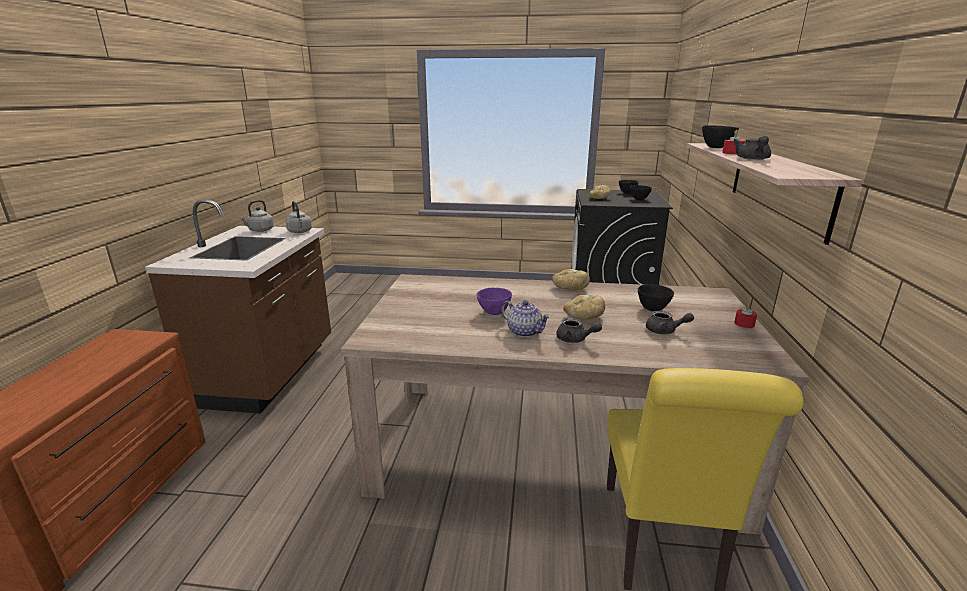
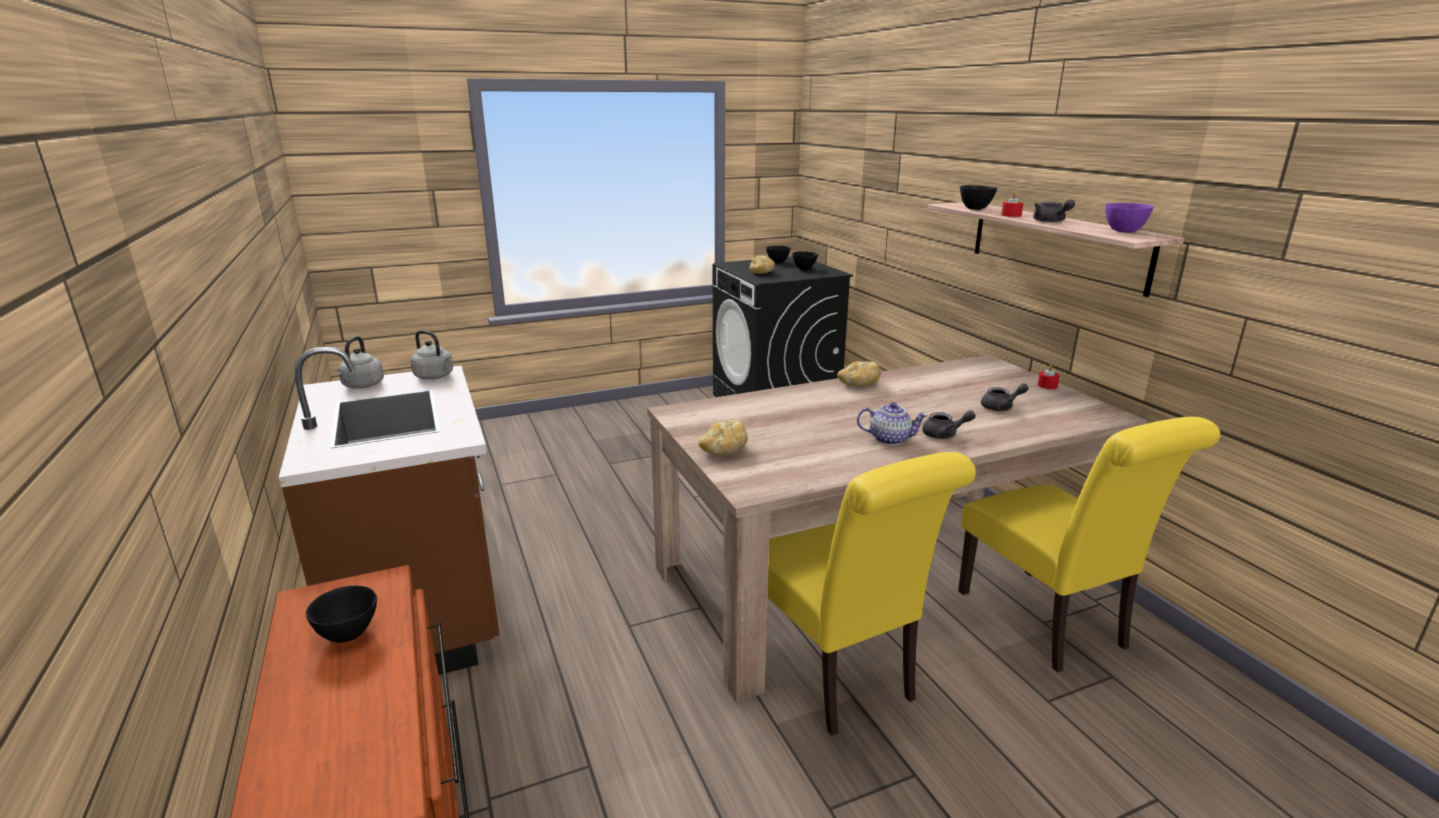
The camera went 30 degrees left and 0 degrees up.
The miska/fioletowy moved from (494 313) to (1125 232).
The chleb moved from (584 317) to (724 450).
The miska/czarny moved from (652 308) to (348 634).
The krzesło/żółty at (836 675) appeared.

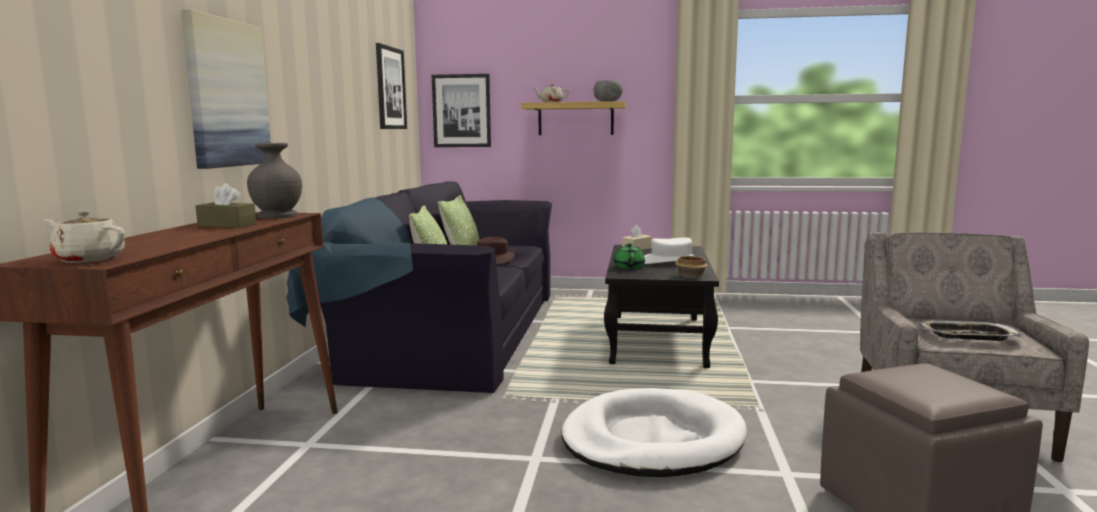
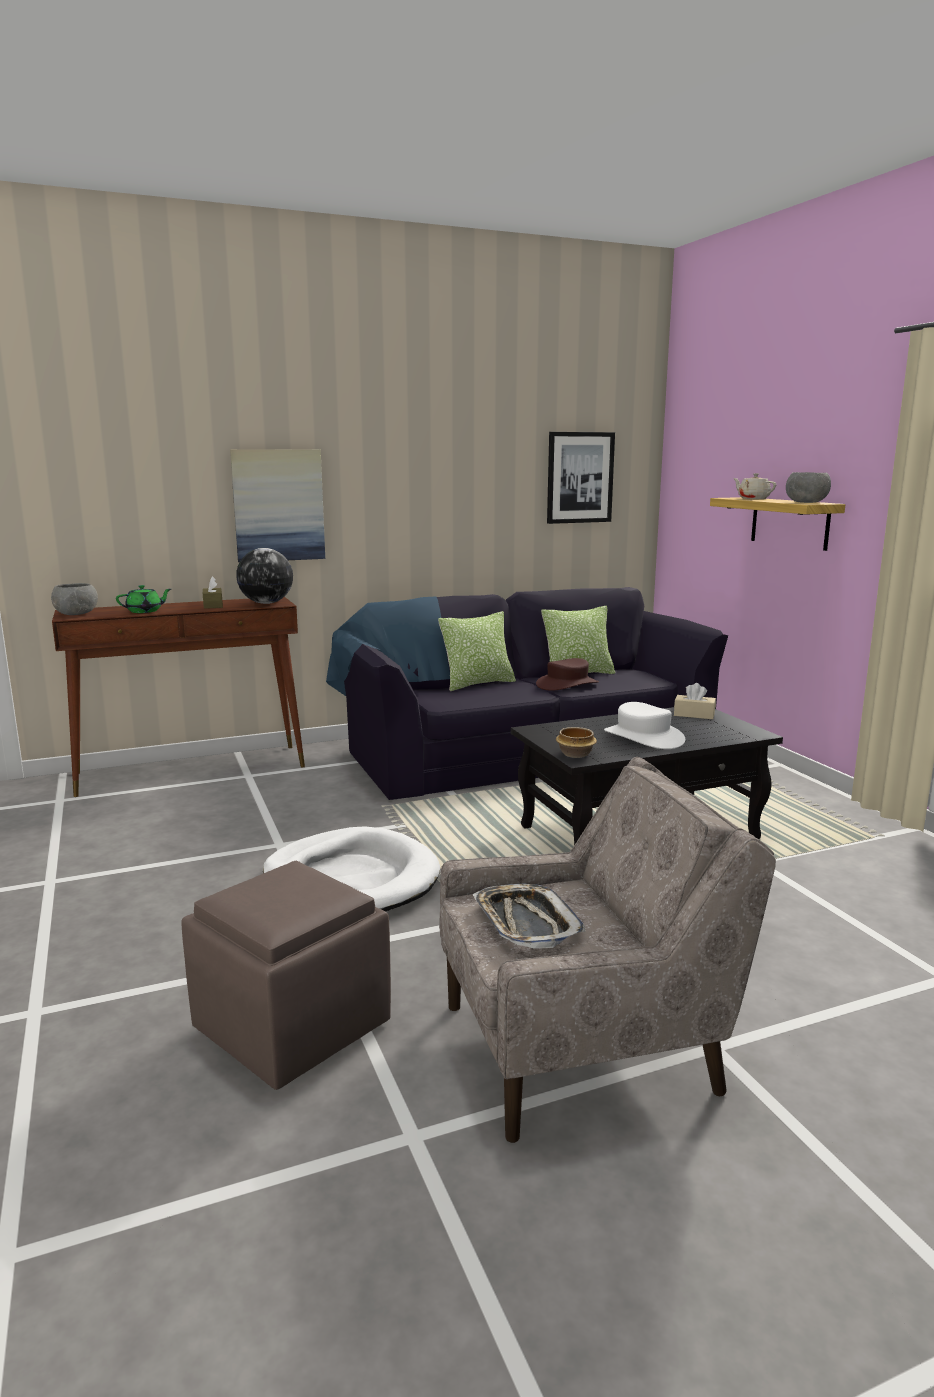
The camera went 60 degrees right and 5 degrees up.
The imbryk/beżowy at (88 259) was replaced by the miska/szary at (76 614).
The wazon/szary at (276 216) was replaced by the globus at (266 603).
The obraz at (461 111) disappeared.
The imbryk/zielony moved from (629 267) to (145 611).

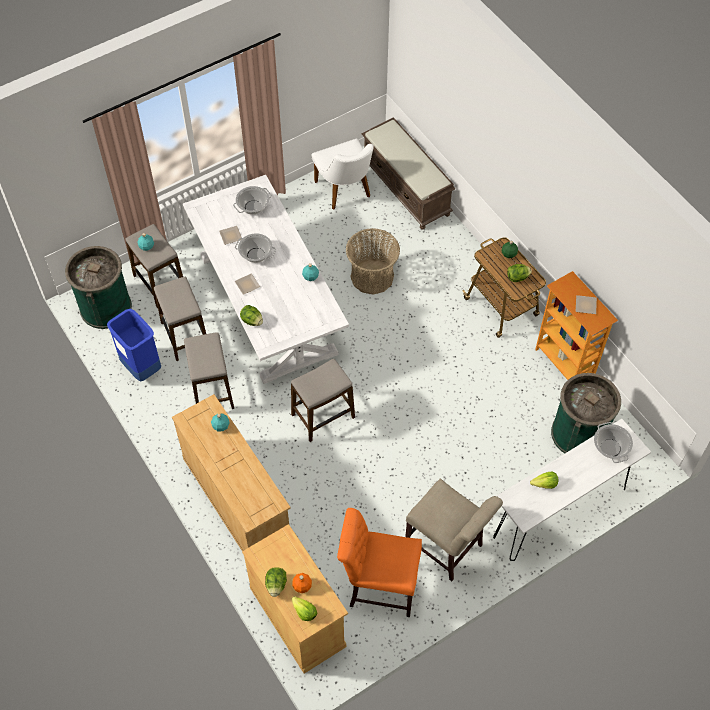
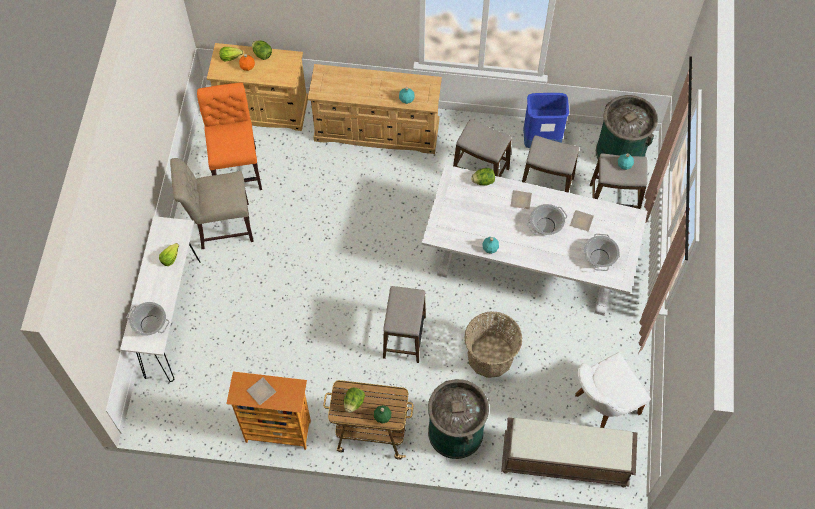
The camera went 130 degrees right and 5 degrees up.
The stołek moved from (323 416) to (404 337).
The krzesło/biały at (345 192) turned 45 degrees counterclockwise.
The krzesło/pomarańczowy at (379 586) turned 60 degrees counterclockwise.
The kosz na śmieci/zielony moved from (578 433) to (455 432).

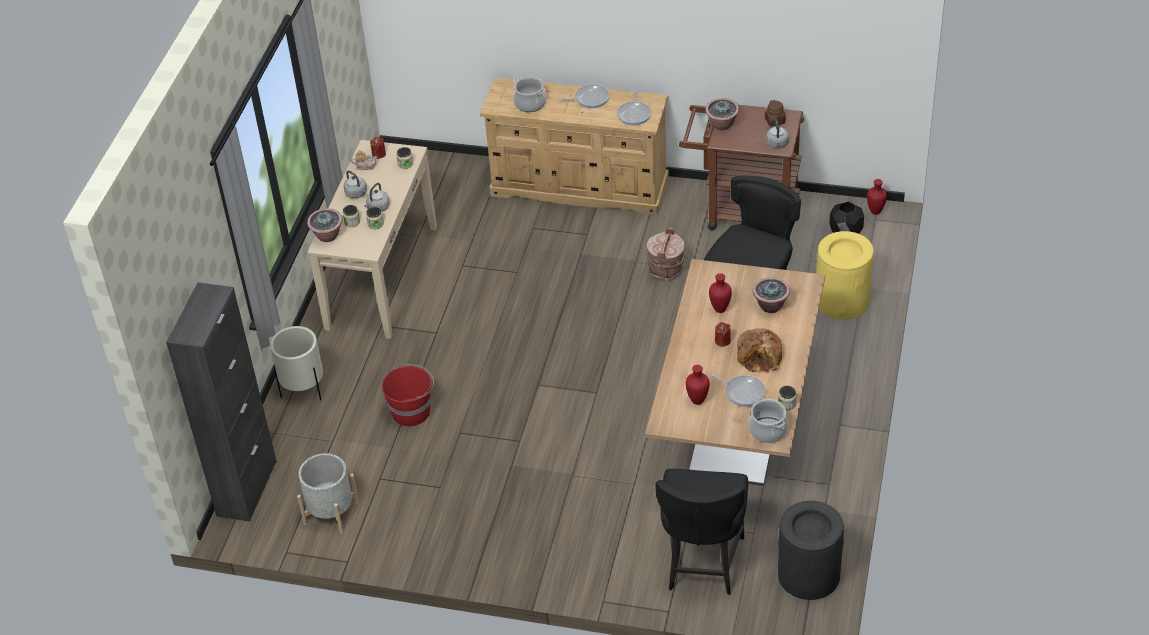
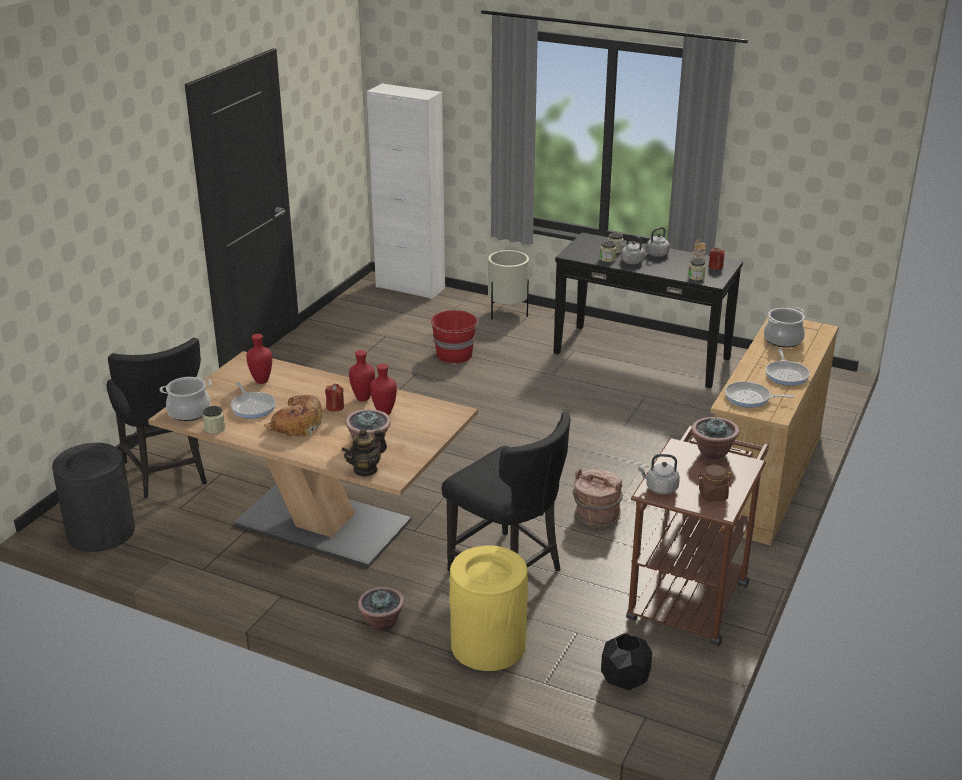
The camera went 100 degrees right and 15 degrees down.
The szafka/czarny at (247 488) became the szafka/biały at (410 287).
The donica/szary at (331 513) disappeared.
The stolik konsolowy/beżowy at (381 277) became the stolik konsolowy/czarny at (641 355).
The roślina doniczkowa moved from (327 236) to (382 623).
The krzesło/czarny at (702 564) turned 135 degrees counterclockwise.
The patelnia at (742 392) turned 75 degrees counterclockwise.
The wazon/czerwony moved from (875 212) to (362 398).
The imbryk at (365 470) appeared.

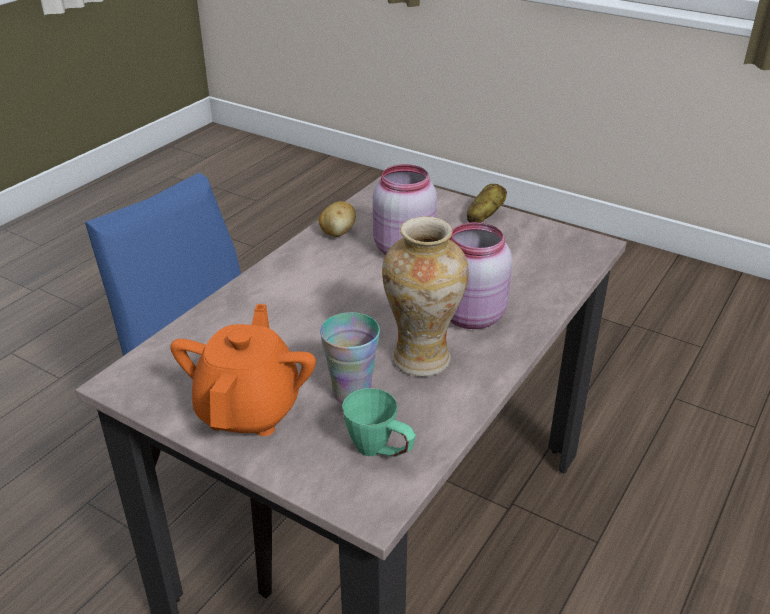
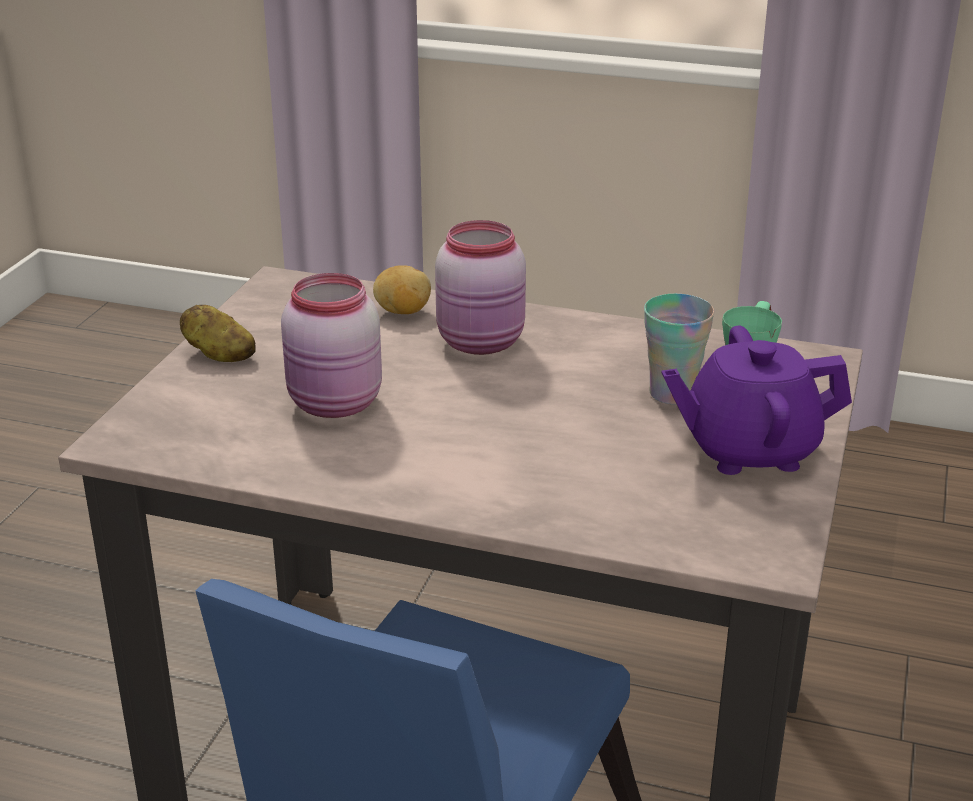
The camera went 105 degrees left and 5 degrees down.
The imbryk/pomarańczowy at (249 409) became the imbryk/fioletowy at (749 450).
The ziemniak moved from (338 233) to (402 312).
The wazon at (422 360) disappeared.

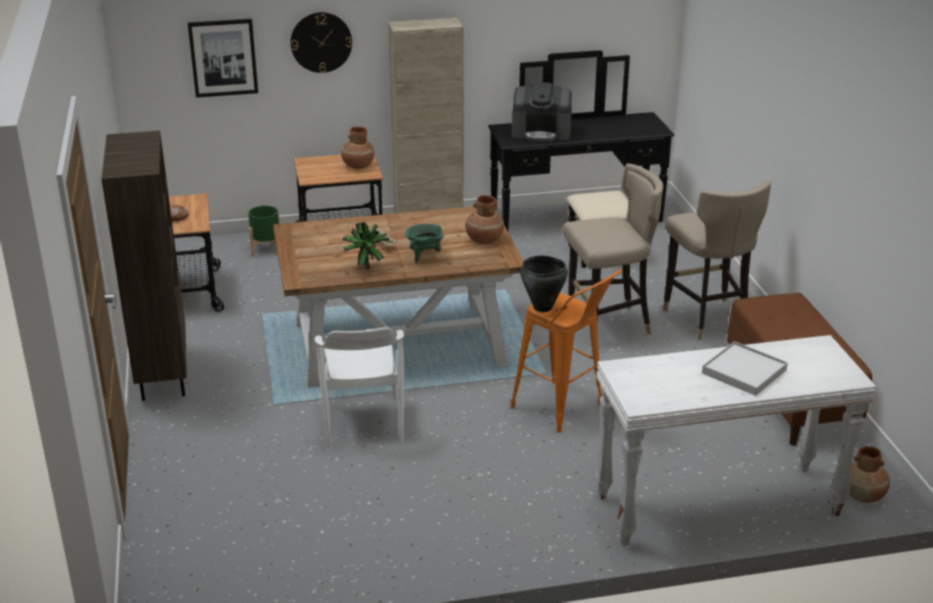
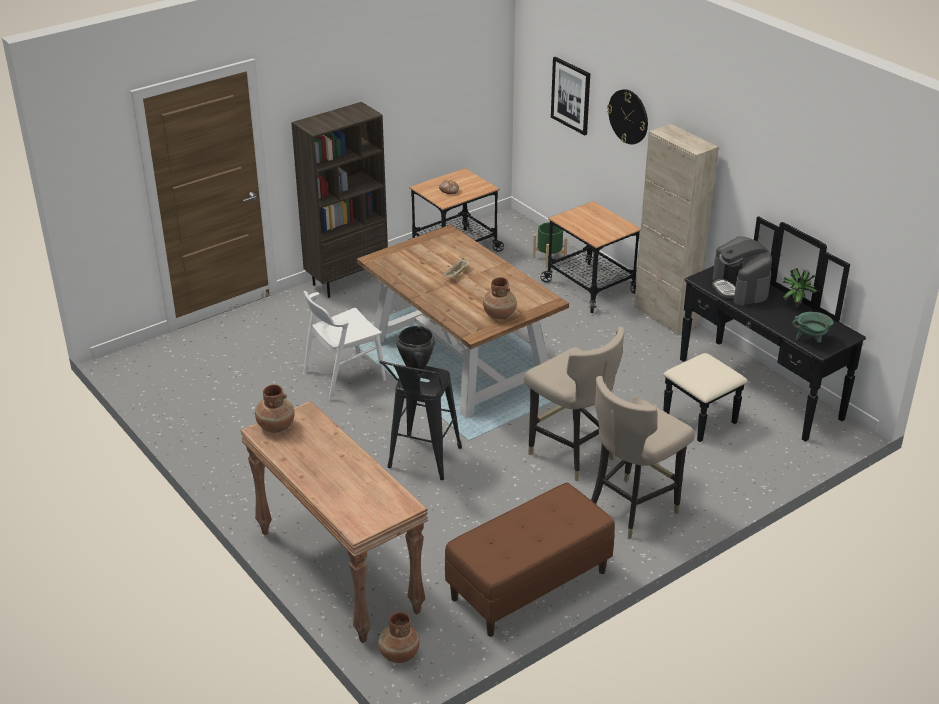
The camera went 65 degrees right and 5 degrees up.
The wazon/brązowy moved from (357 166) to (276 426).
The roślina doniczkowa moved from (365 267) to (797 304).
The garnek/zielony moved from (424 256) to (811 340).
The stołek/pomarańczowy at (564 410) became the stołek/czarny at (421 462).
The stolik konsolowy/biały at (717 507) became the stolik konsolowy/brązowy at (336 571).
The taca/biały at (744 371) disappeared.

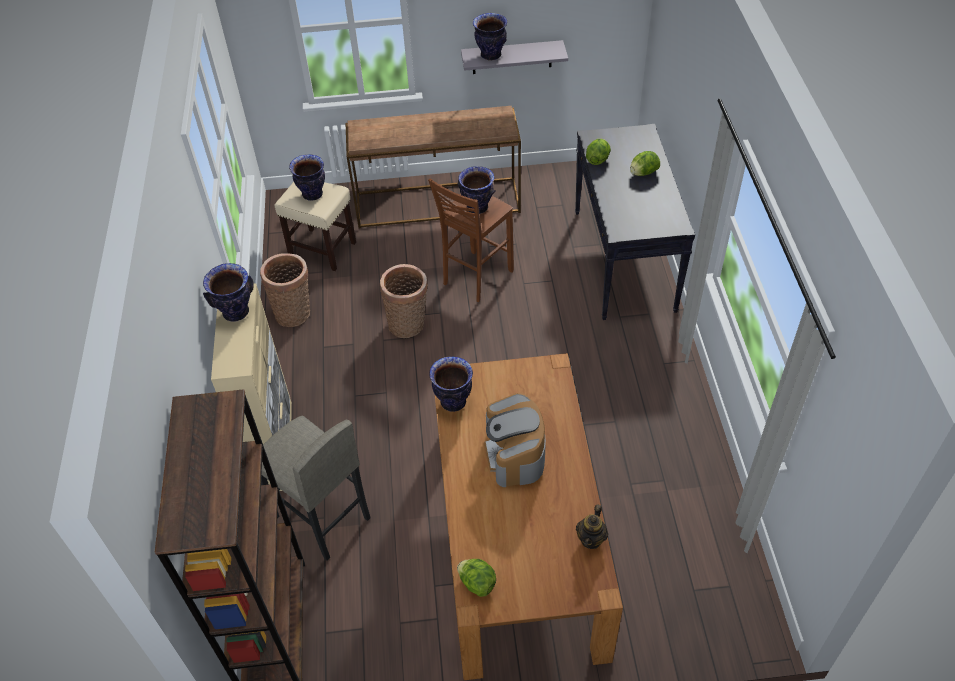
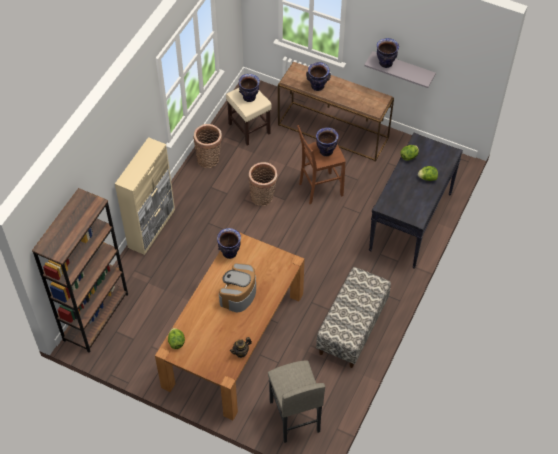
The camera went 30 degrees right and 5 degrees up.
The wazon moved from (236 313) to (317 86).
The stołek/szary moved from (321 518) to (294 416).
The ławka at (352 328) appeared.

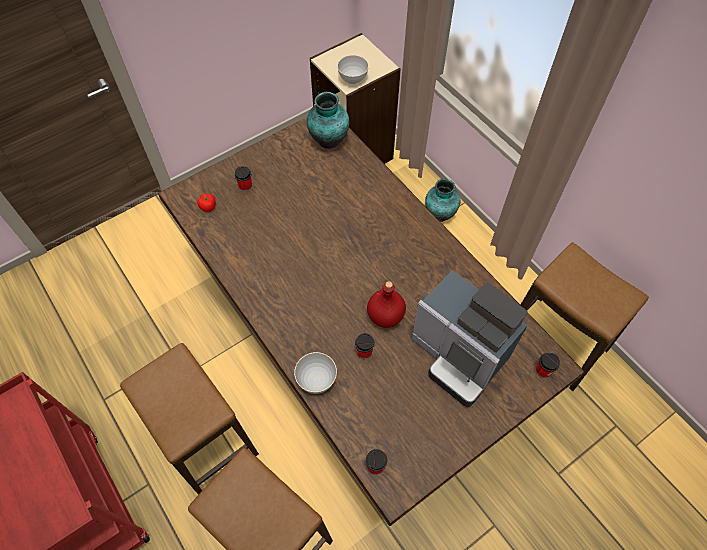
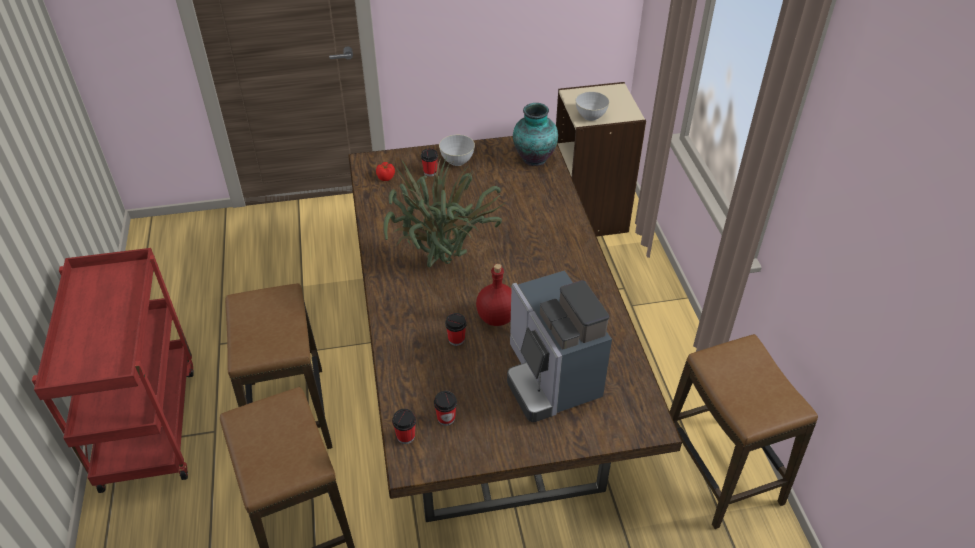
The camera went 25 degrees right and 15 degrees down.
The miska/szary moved from (316 380) to (457 161).
The wazon at (439 214) disappeared.
The filiżanka moved from (543 371) to (446 418).
The roślina doniczkowa at (442 266) appeared.

